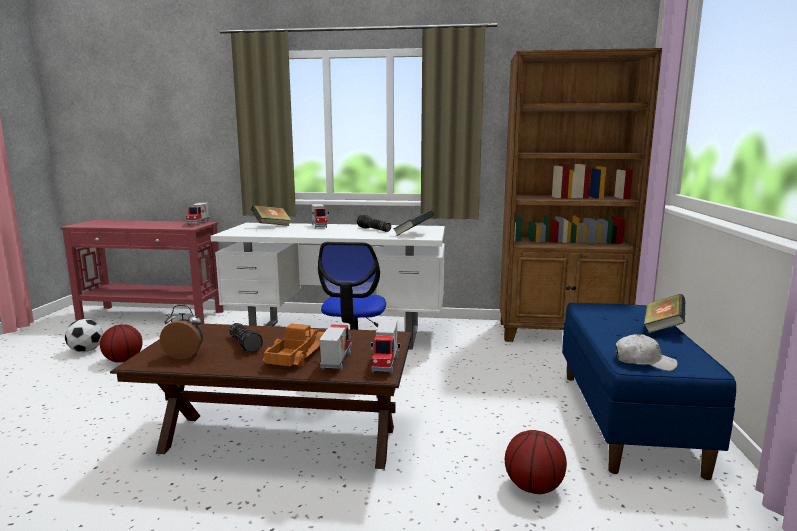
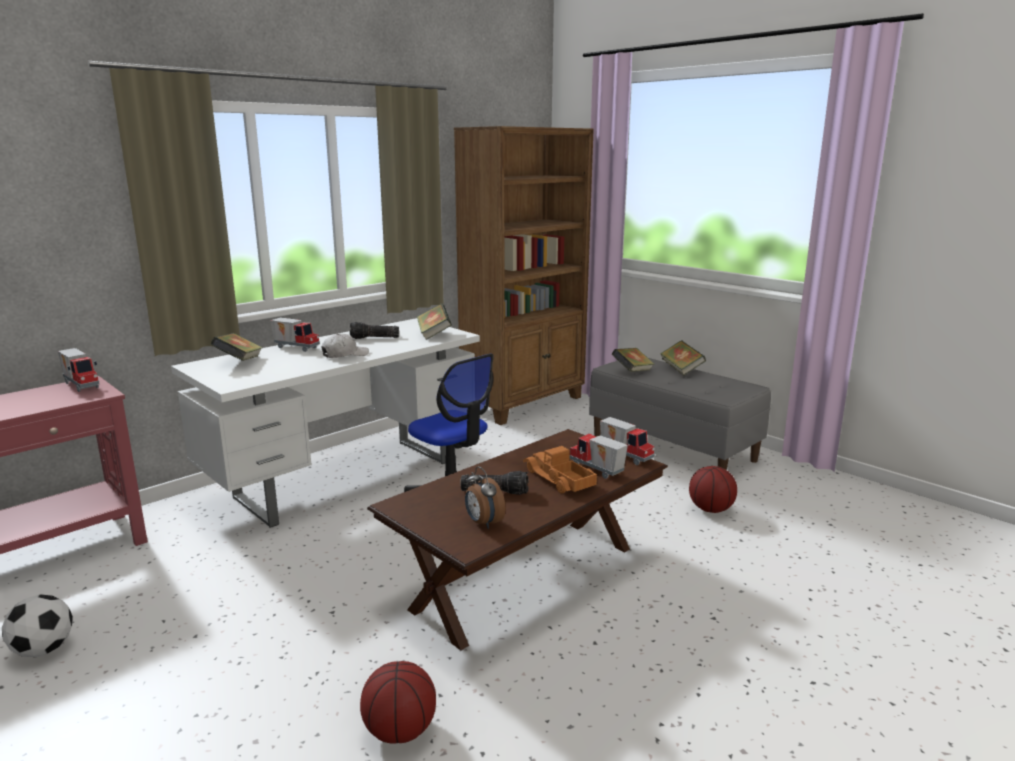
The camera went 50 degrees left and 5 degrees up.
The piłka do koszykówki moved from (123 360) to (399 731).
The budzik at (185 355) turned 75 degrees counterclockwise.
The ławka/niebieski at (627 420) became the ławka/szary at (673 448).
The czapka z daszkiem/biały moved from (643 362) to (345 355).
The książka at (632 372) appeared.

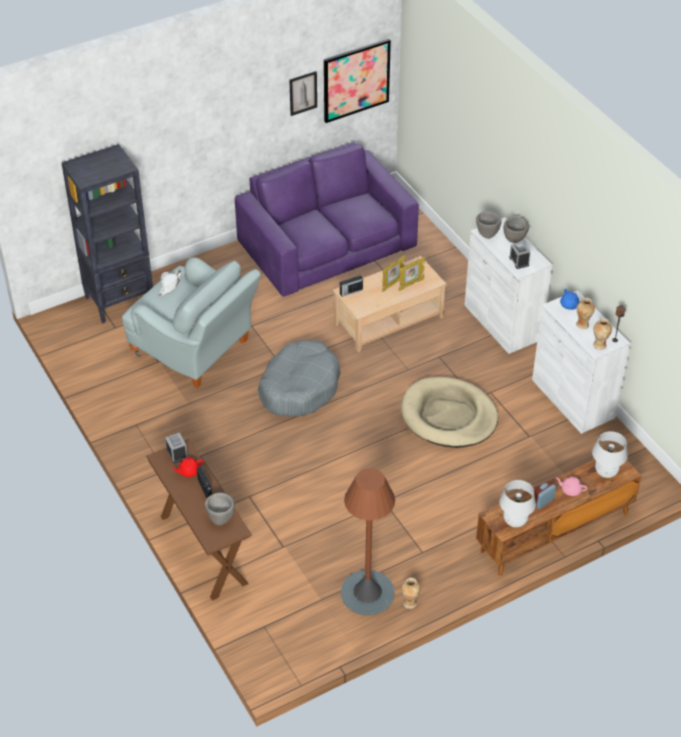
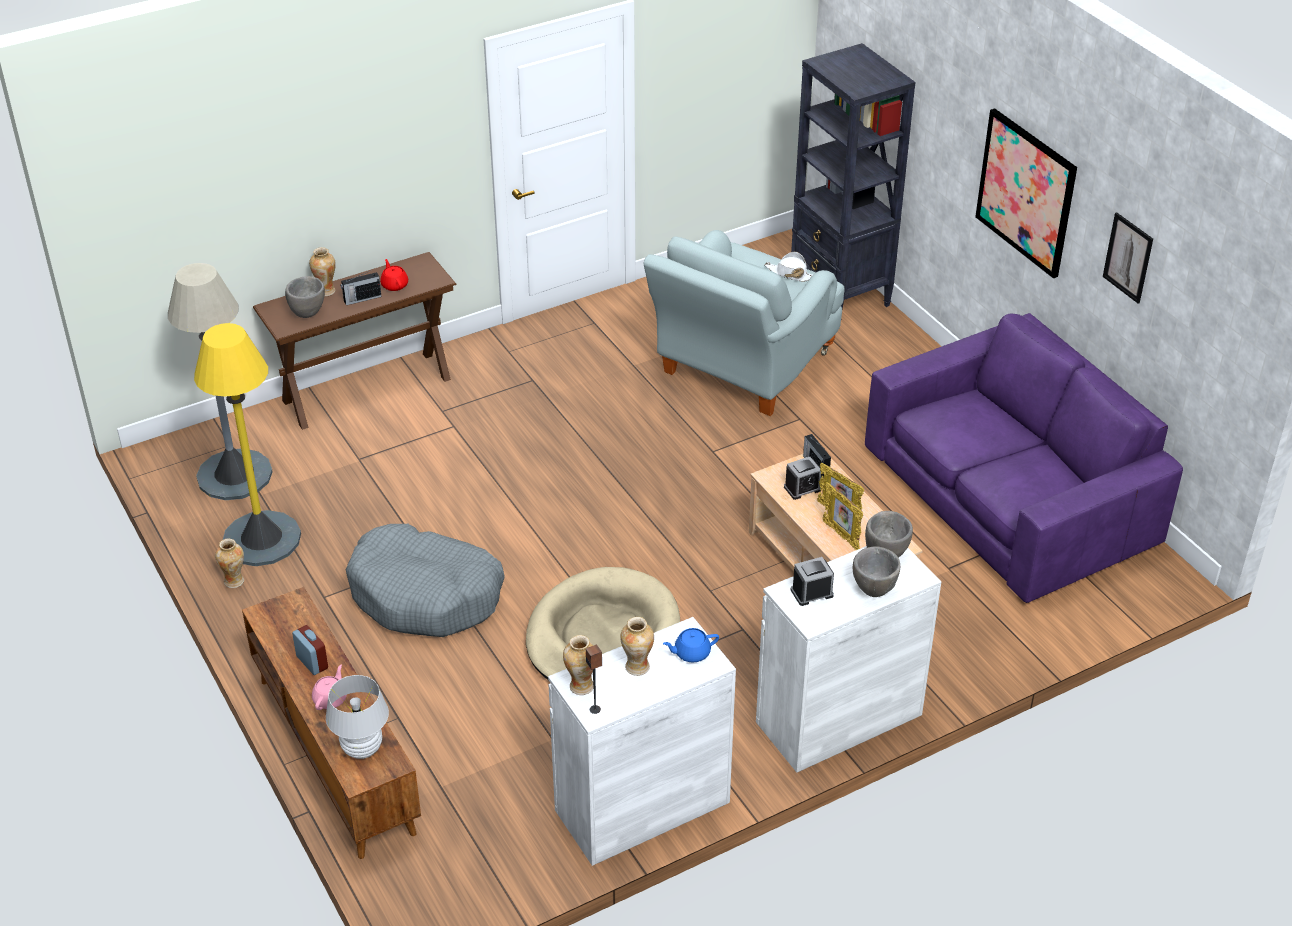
The camera went 90 degrees right and 5 degrees down.
The budzik moved from (177 453) to (802 488).
The legowisko/szary moved from (299 387) to (426 595).
The obraz moved from (356 80) to (1026 192).
The lampa stojąca/brązowy at (367 593) became the lampa stojąca/żółty at (261 539).
The lampa stołowa/biały at (515 521) disappeared.
The lampa stojąca/szary at (234 475) appeared.
The wazon at (326 291) appeared.

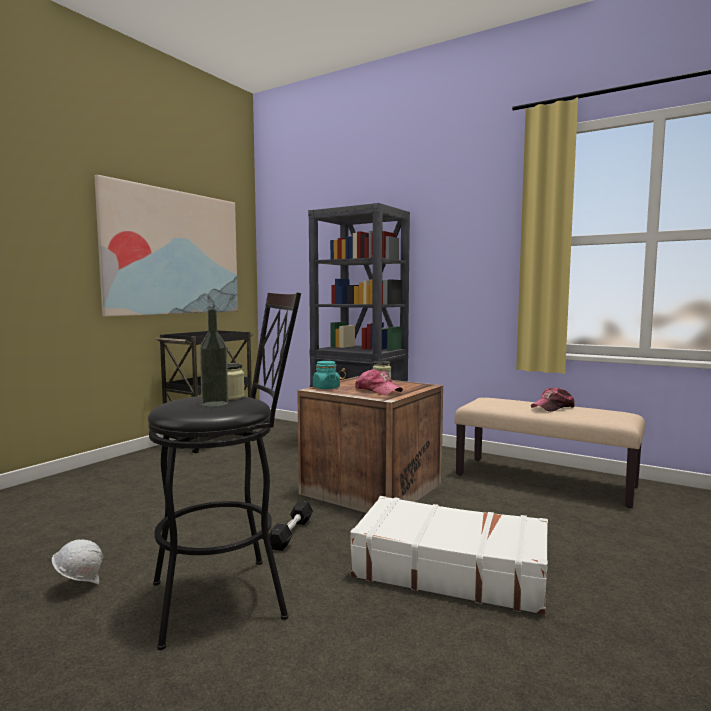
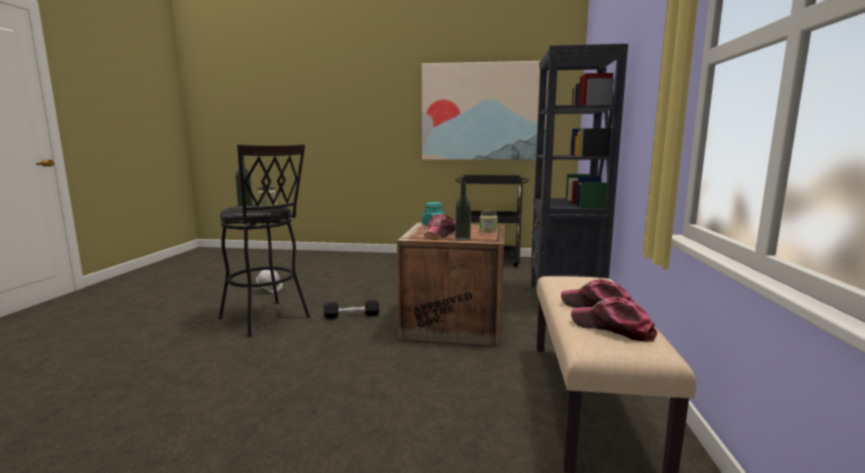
The camera went 65 degrees right and 5 degrees up.
The walizka/biały at (450 569) disappeared.
The butelka at (462 239) appeared.
The czapka z daszkiem at (612 328) appeared.

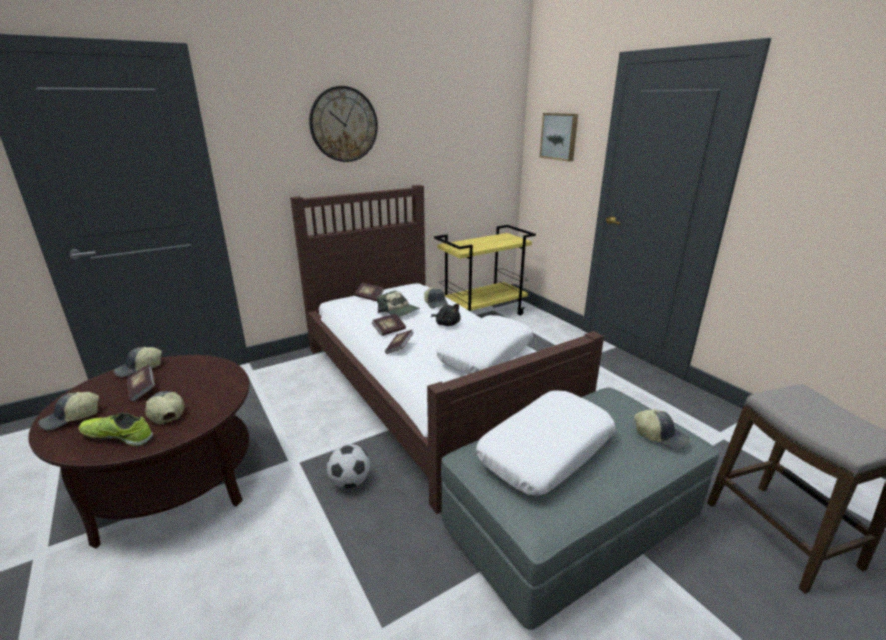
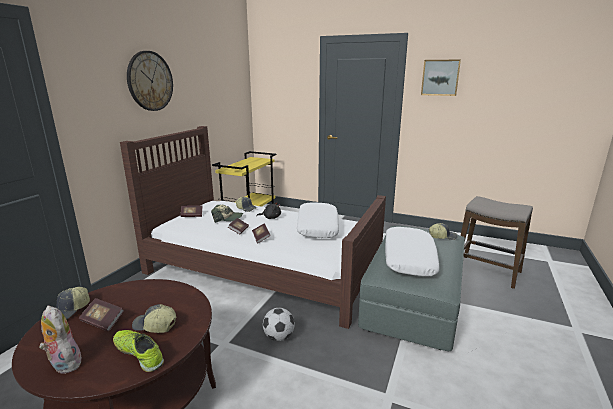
The camera went 35 degrees left and 5 degrees down.
The czapka z daszkiem at (71 418) was replaced by the pluszak at (63 364).
The but at (118 436) turned 60 degrees clockwise.
The obraz moved from (559 136) to (440 77).

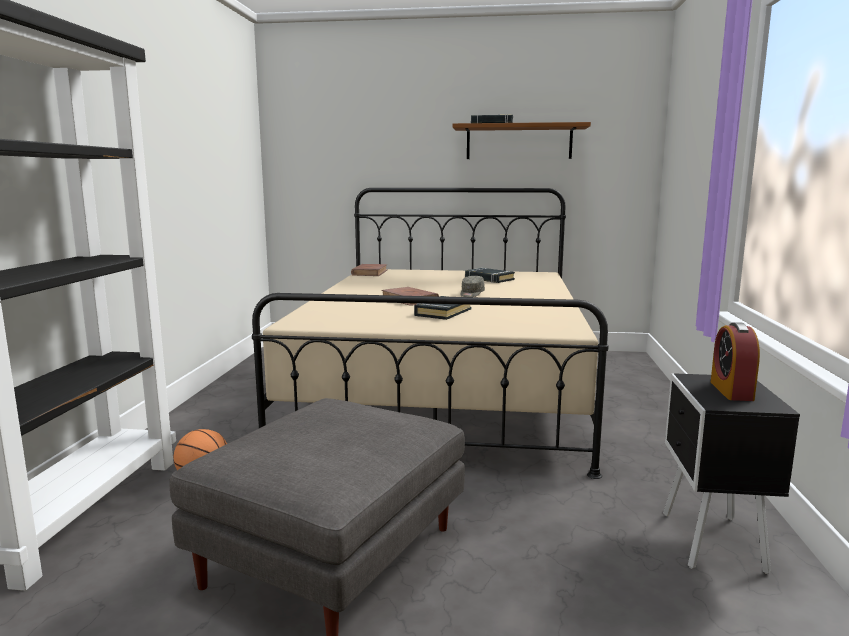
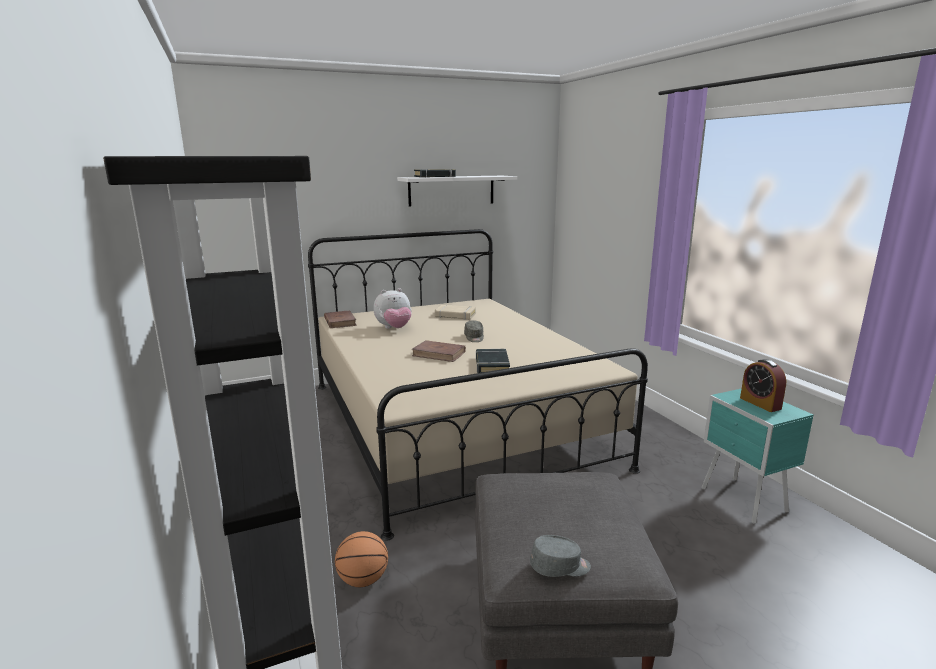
The camera went 30 degrees left and 5 degrees up.
The półka/brązowy at (519 142) became the półka/biały at (451 190).
The książka/czarny at (489 279) became the książka/beżowy at (455 315).
The szafka nocna/czarny at (711 543) became the szafka nocna/turkusowy at (744 501).
The pluszak at (394 328) appeared.
The czapka z daszkiem/szary at (560 567) appeared.

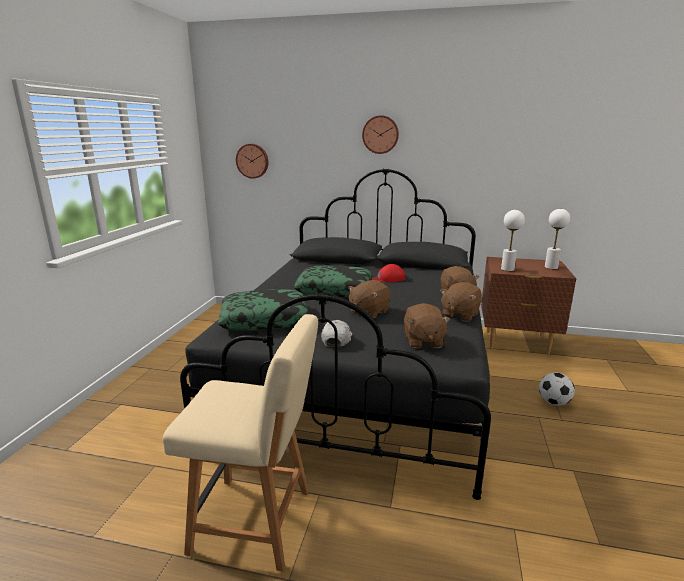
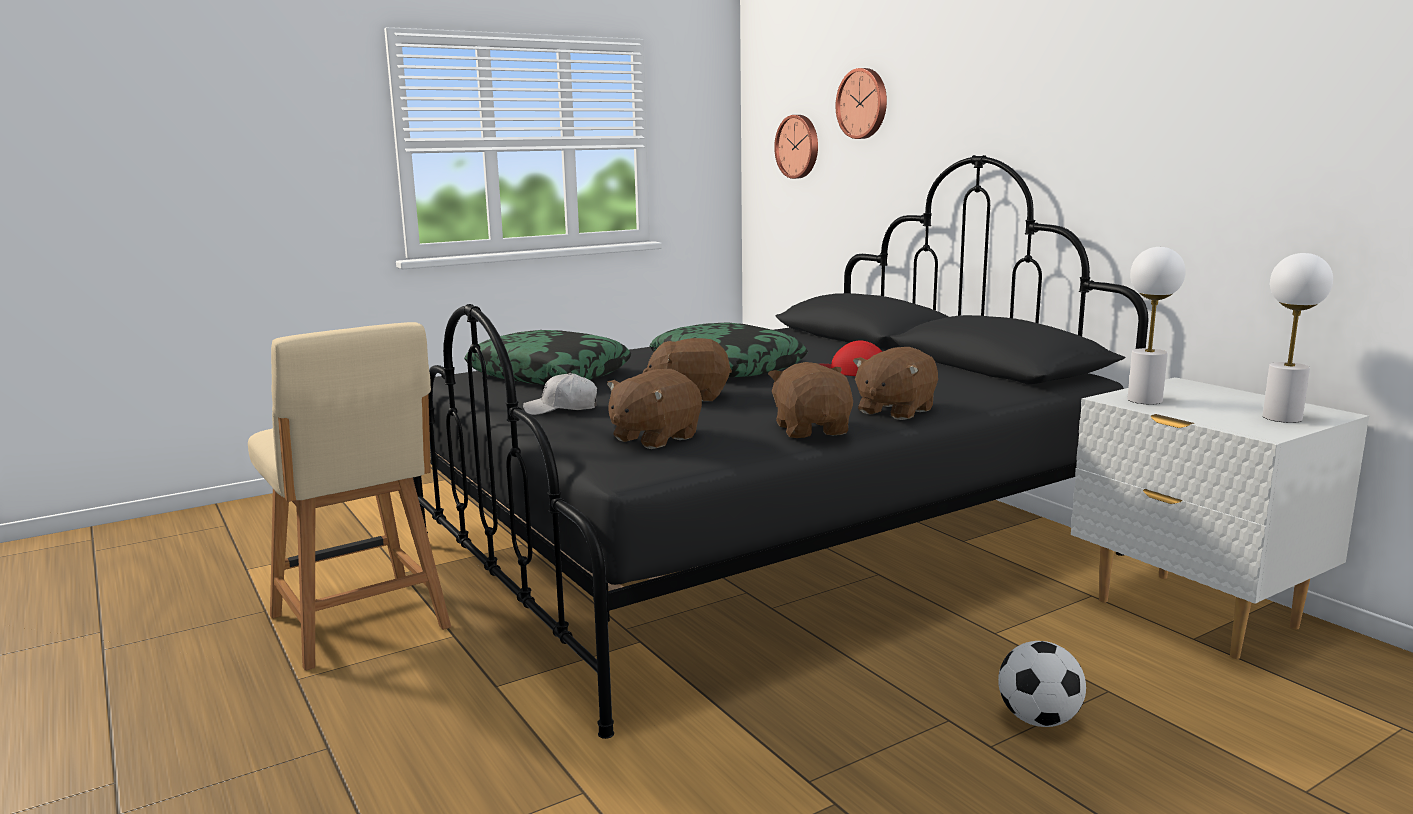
The camera went 45 degrees right and 5 degrees down.
The czapka z daszkiem/biały at (337 339) turned 150 degrees counterclockwise.
The zegar ścienny moved from (380 134) to (863 103).
The pluszak/brązowy at (459 315) turned 90 degrees clockwise.
The szafka nocna/brązowy at (516 343) became the szafka nocna/biały at (1194 614).

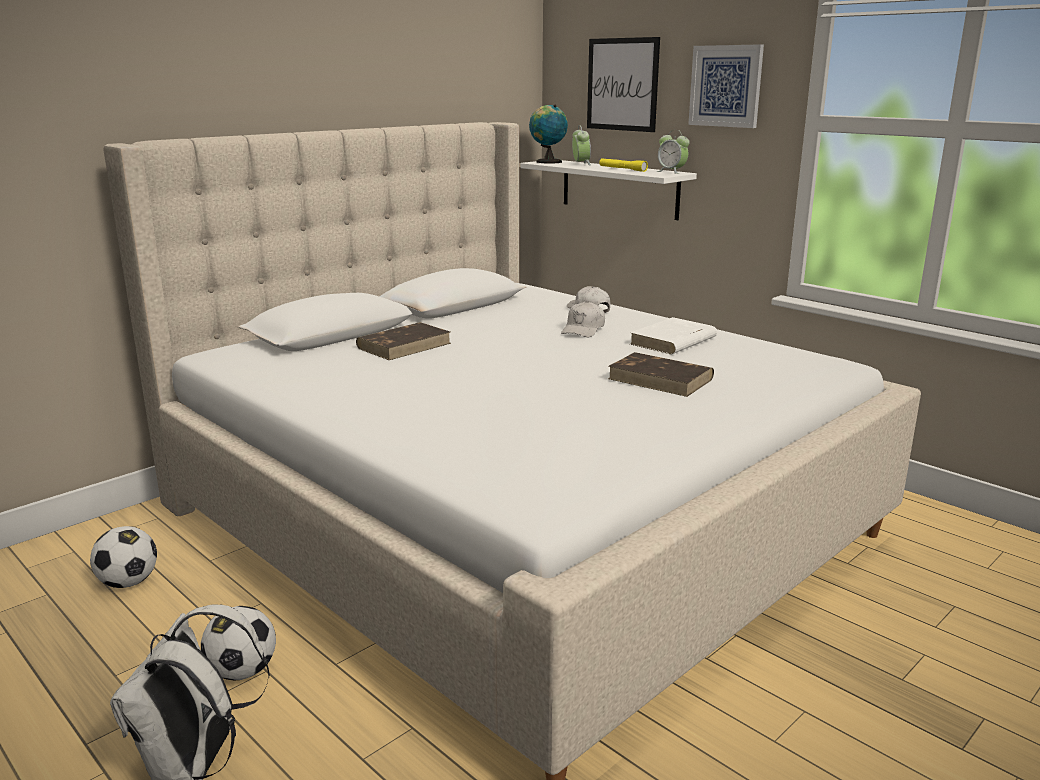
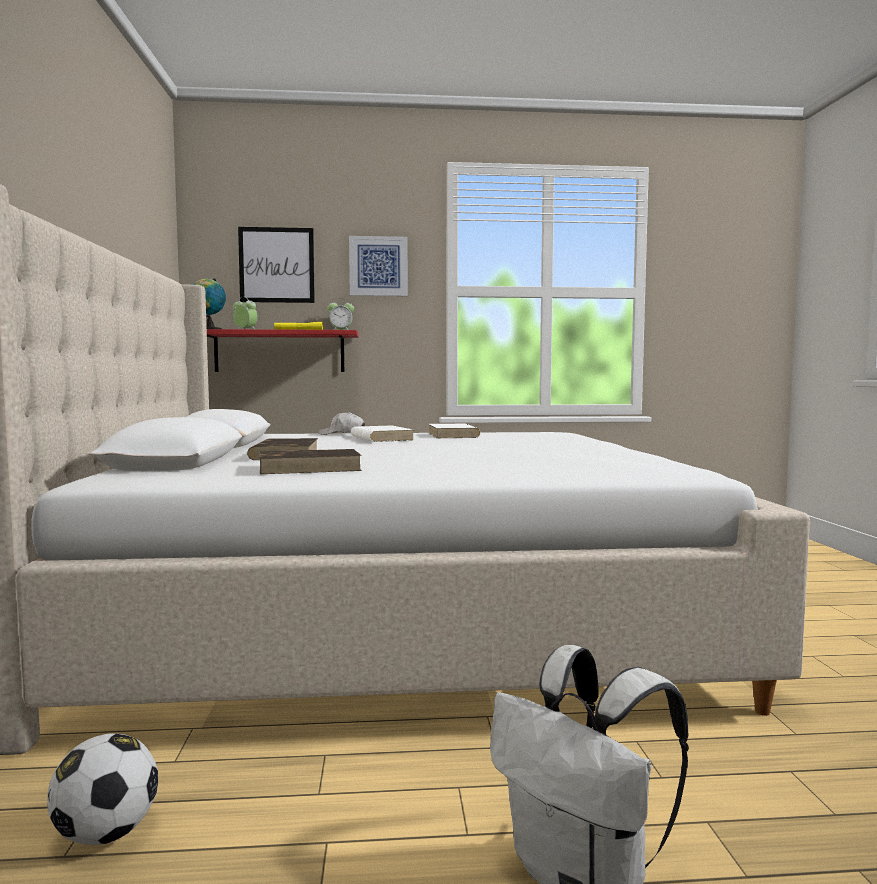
The camera went 50 degrees left and 15 degrees down.
The piłka futbolowa at (242 671) disappeared.
The półka/biały at (619 188) became the półka/czerwony at (279 352).
The czapka z daszkiem/biały at (583 330) was replaced by the książka/biały at (381 438).
The książka/brązowy moved from (661 379) to (310 468).

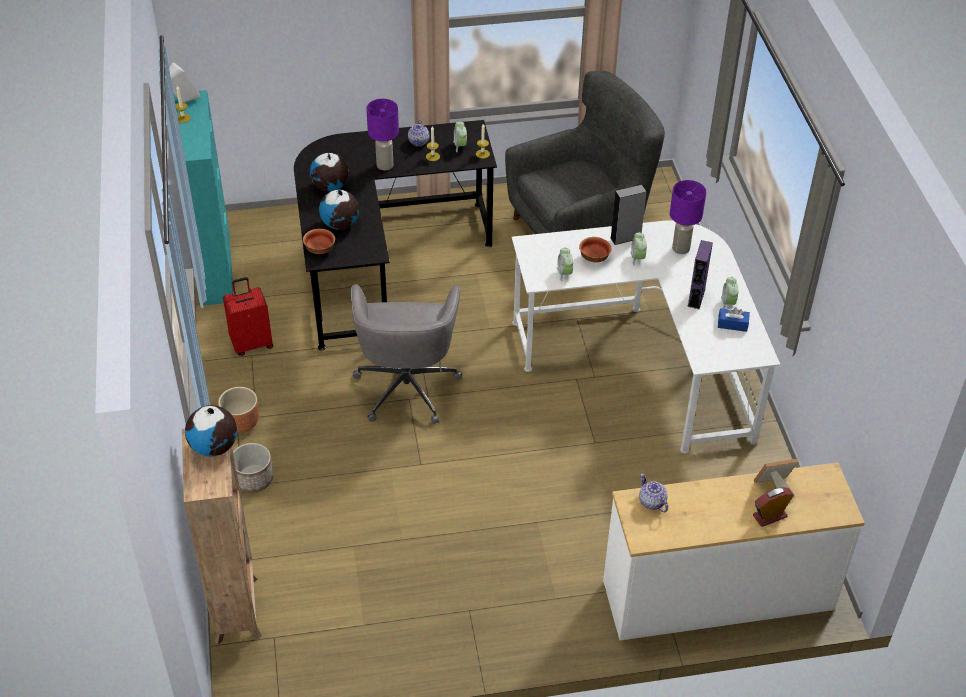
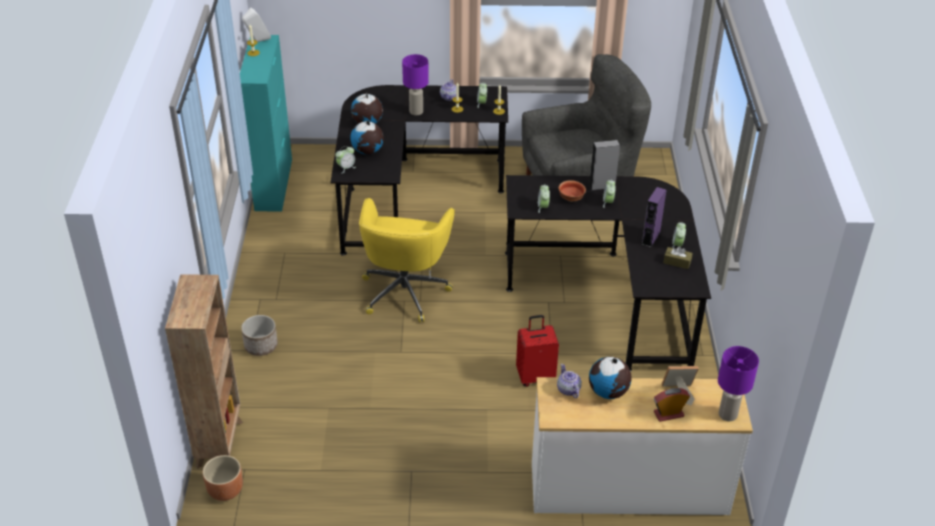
The camera went 10 degrees right and 5 degrees down.
The globus moved from (214 447) to (608 392).
The donica/brązowy moved from (241 423) to (225 490).
The walizka/czerwony moved from (252 343) to (535 376).
The miska at (320 249) was replaced by the budzik at (346 168).
The krzesło biurowe/szary at (407 385) became the krzesło biurowe/żółty at (405 290).
The biurko/biały at (646 361) became the biurko/czarny at (611 295).
The lampa stołowa/fioletowy moved from (681 249) to (728 415).
The pudełko chusteczek/niebieski at (732 324) became the pudełko chusteczek/brązowy at (677 262).

